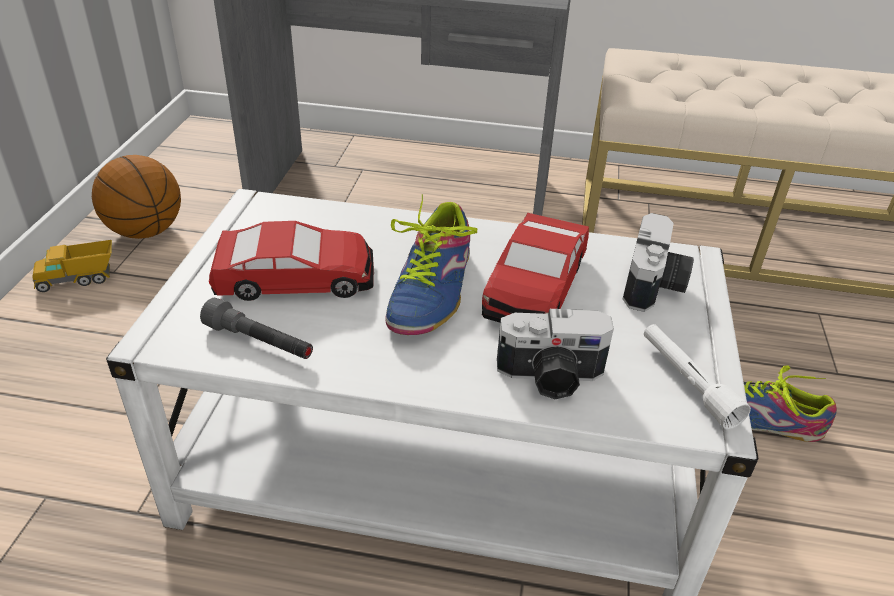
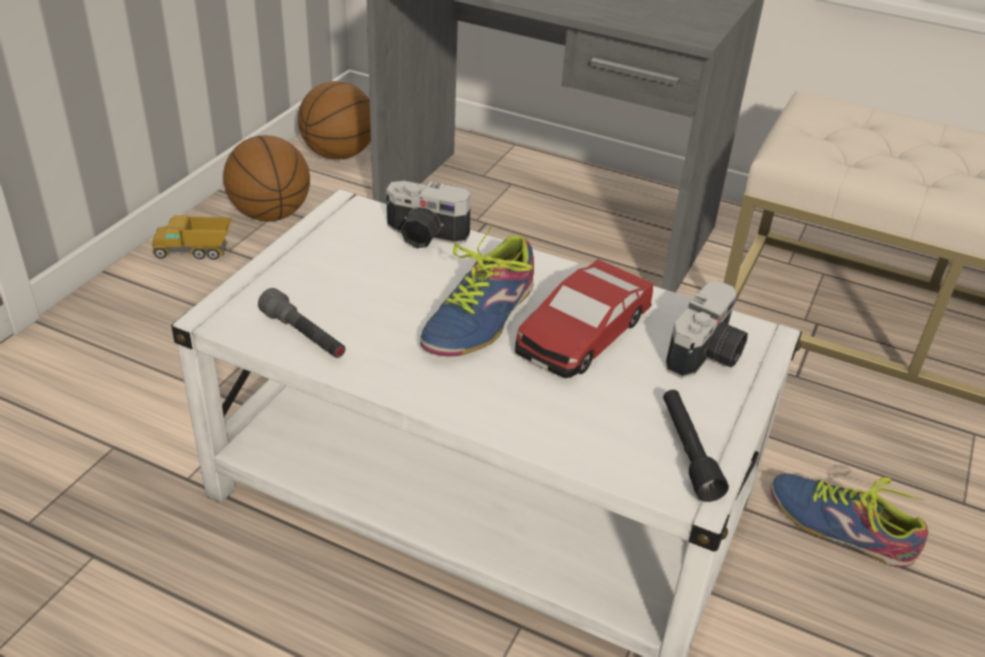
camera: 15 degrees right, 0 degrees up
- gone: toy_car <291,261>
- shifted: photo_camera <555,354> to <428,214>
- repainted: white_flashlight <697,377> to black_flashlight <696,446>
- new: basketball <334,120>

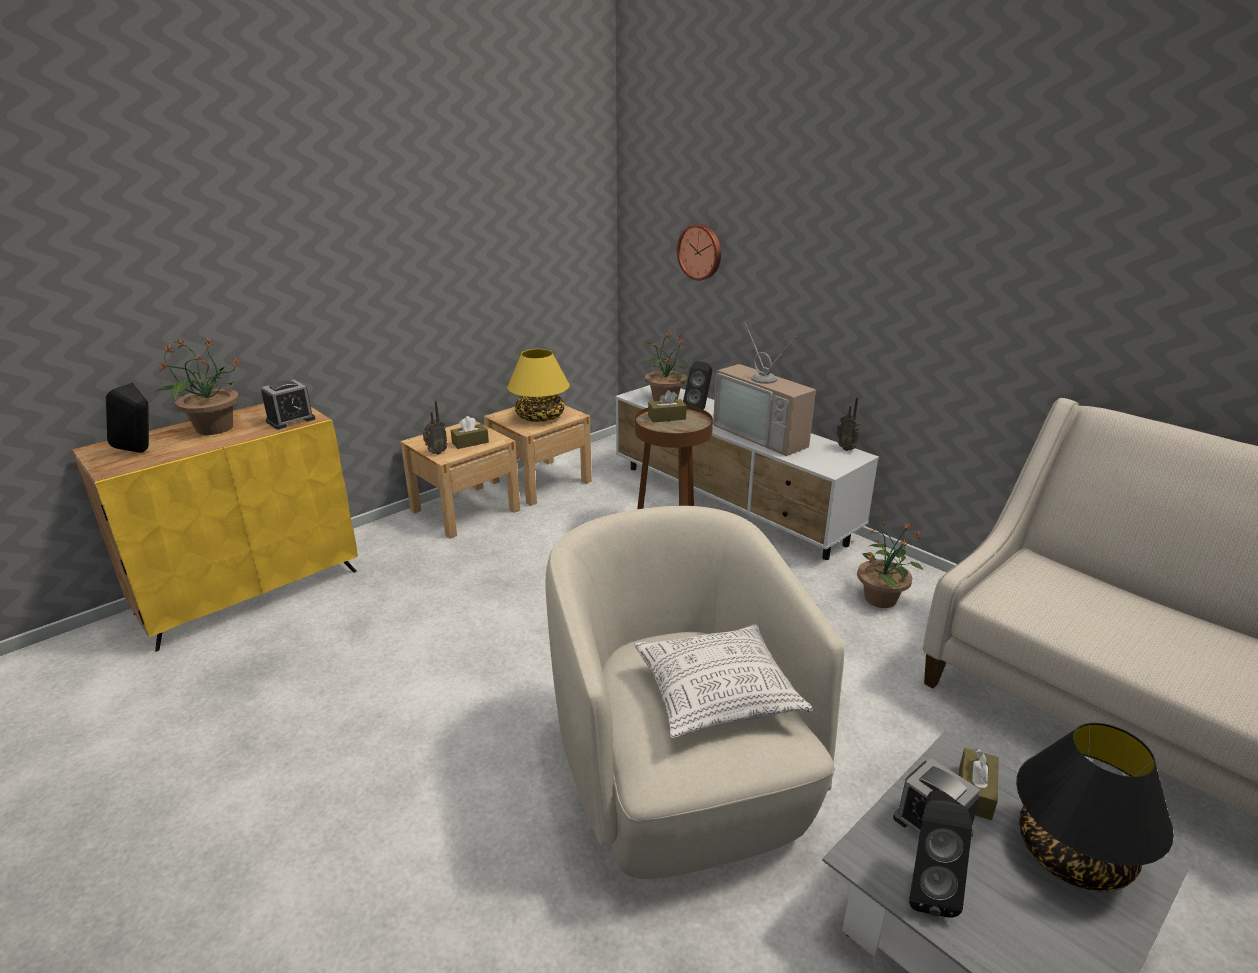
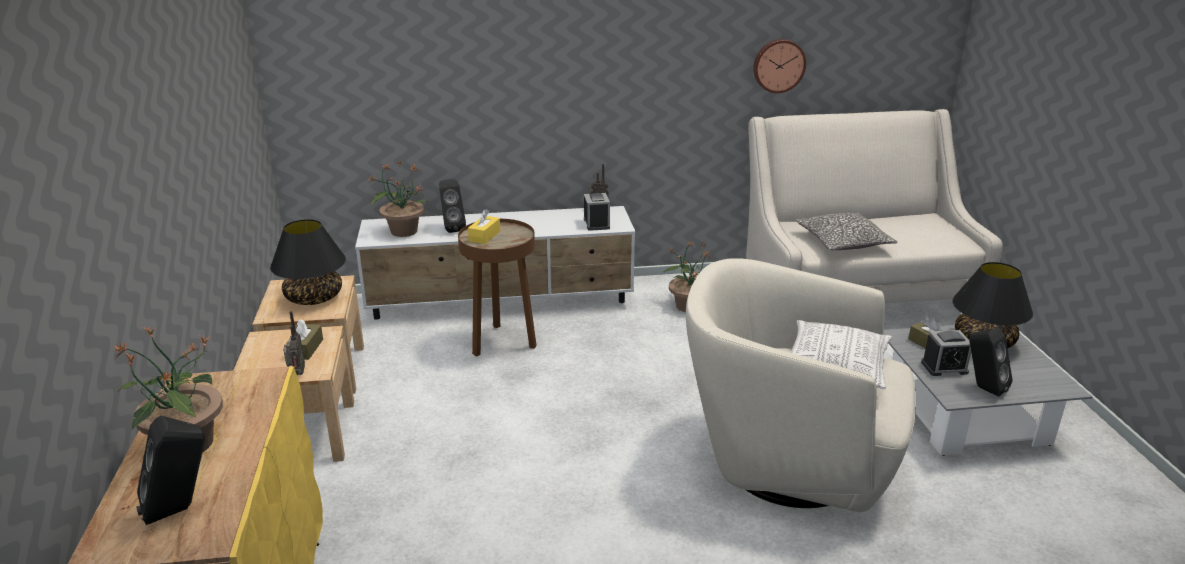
camera: 55 degrees left, 0 degrees up
- shifted: alarm_clock <288,404> to <597,212>
- repainted: yellow_table_lamp <538,385> to black_table_lamp <308,262>
- repainted: brown_tissue_box <667,406> to yellow_tissue_box <484,226>
- shifted: wall_clock <699,252> to <779,66>
- gone: television <764,389>
- new: pillow <846,231>

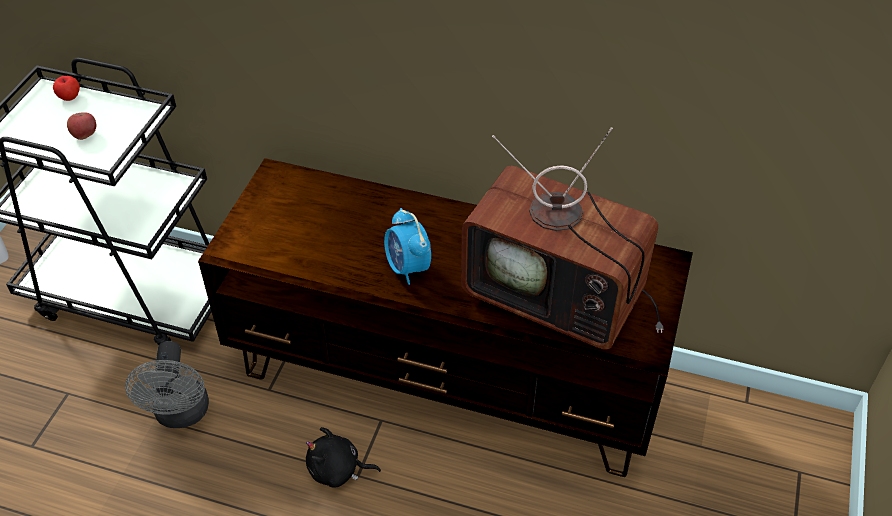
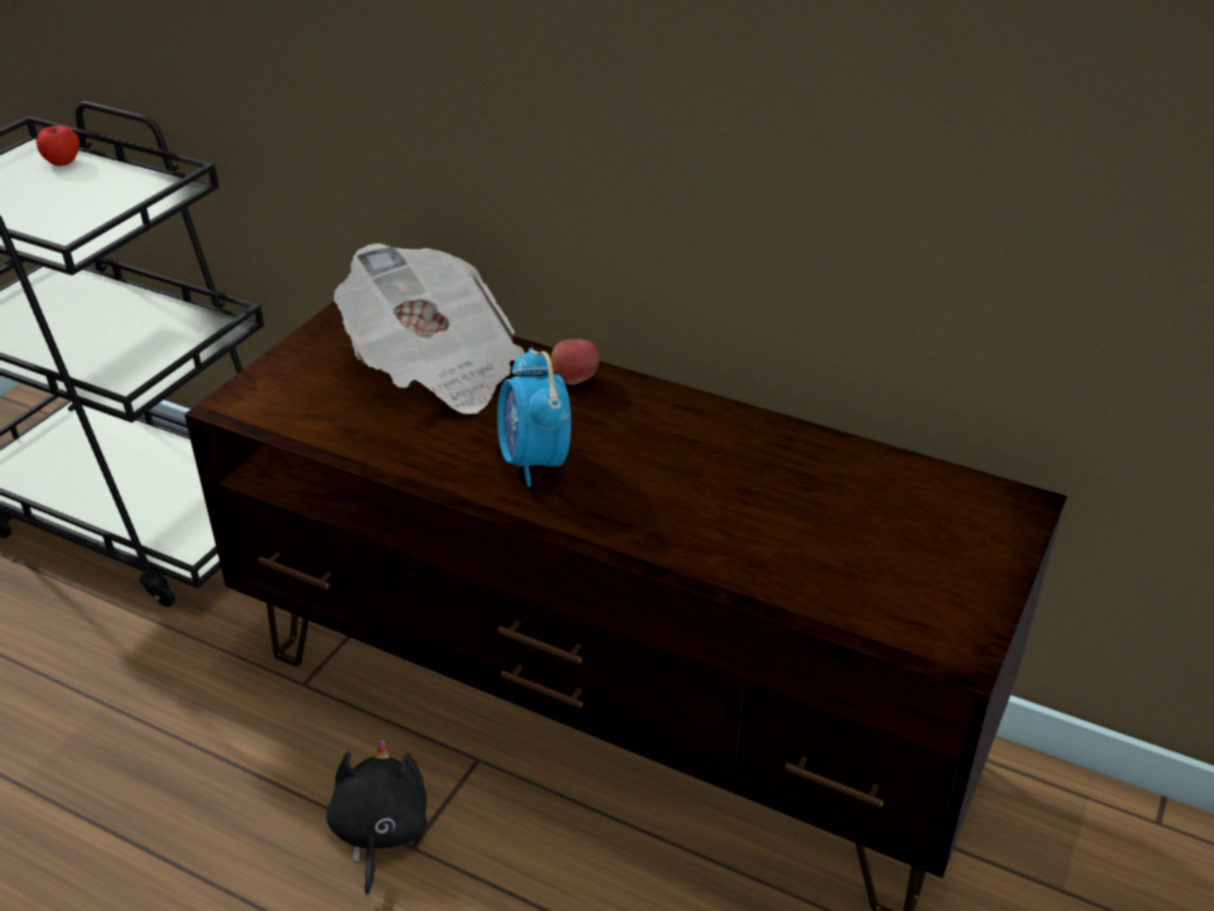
camera: 10 degrees right, 10 degrees down
- shifted: apple <81,126> to <575,362>
- gone: grey_fan <167,384>
- rotated: black_plush_toy <343,457> = <376,818> 75 degrees clockwise
- gone: television <562,238>
- new: newspaper <429,328>

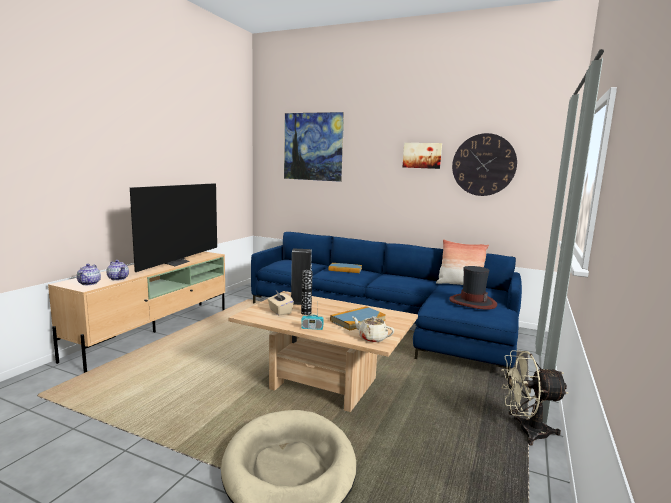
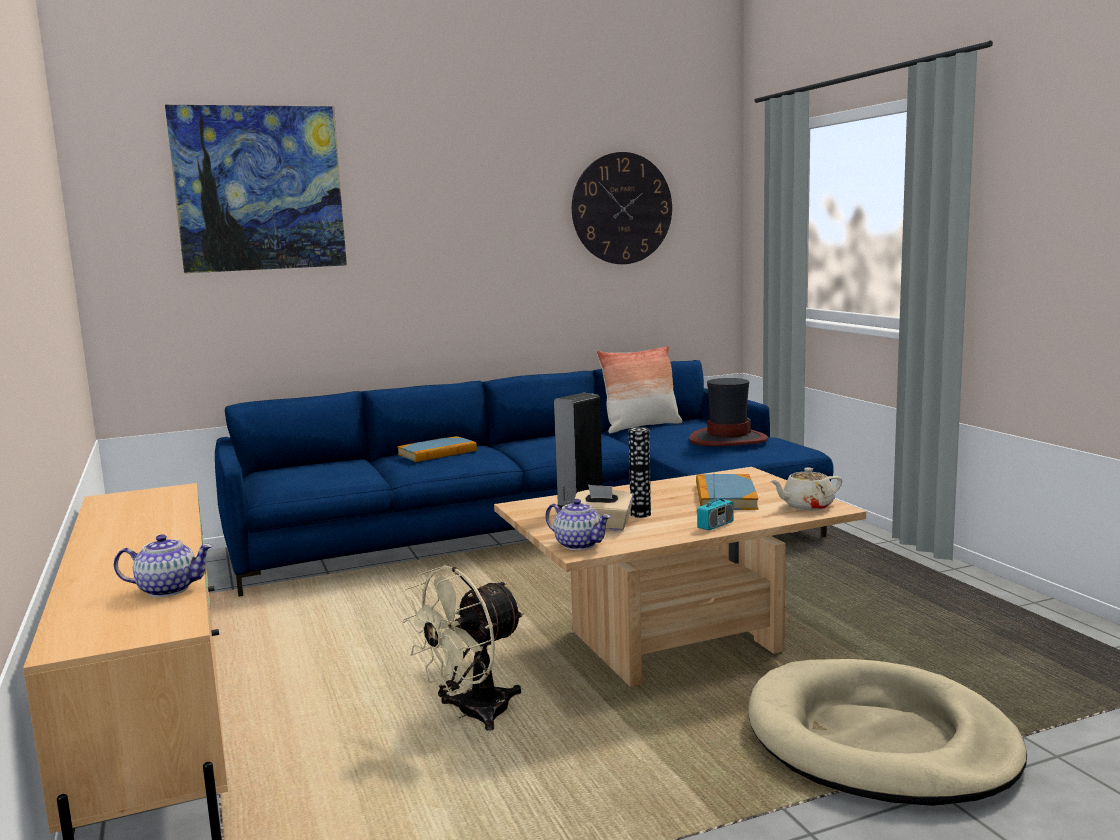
camera: 45 degrees left, 0 degrees up
- shifted: teapot <89,274> to <578,524>
- gone: television <173,227>
- gone: picture <422,156>
- shifted: beige_fan <534,397> to <462,648>

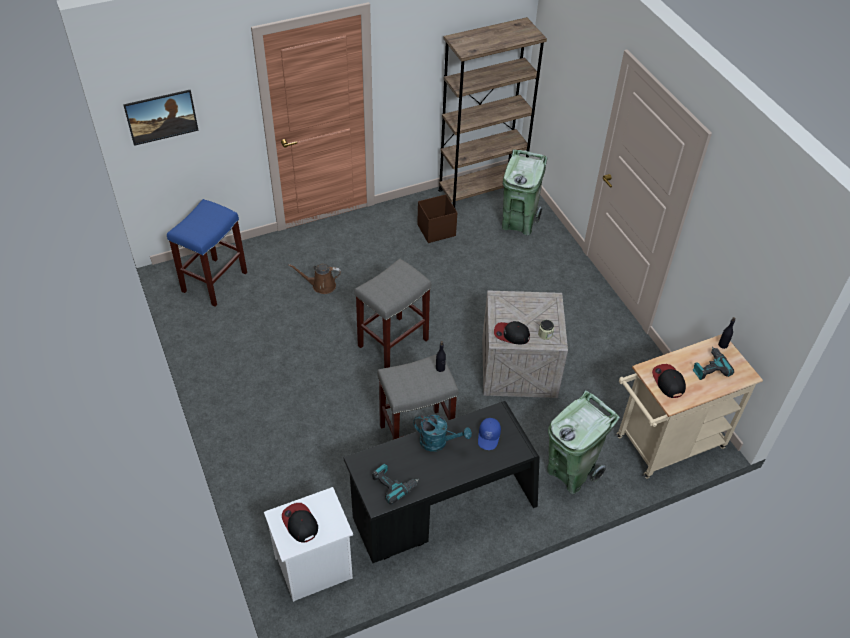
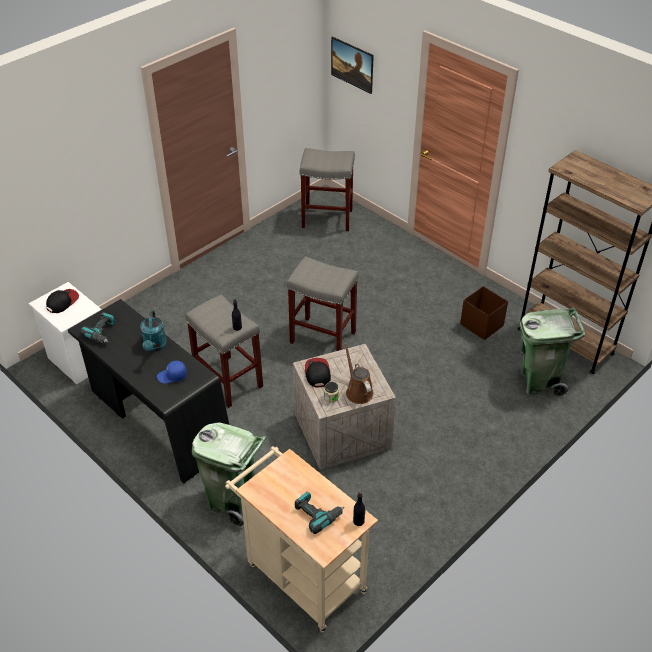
camera: 70 degrees right, 5 degrees down
- repainted: blue_stool <207,253> to grey_stool <327,189>
- shifted: brown_watering_can <314,279> to <358,373>
- gone: cap <669,381>

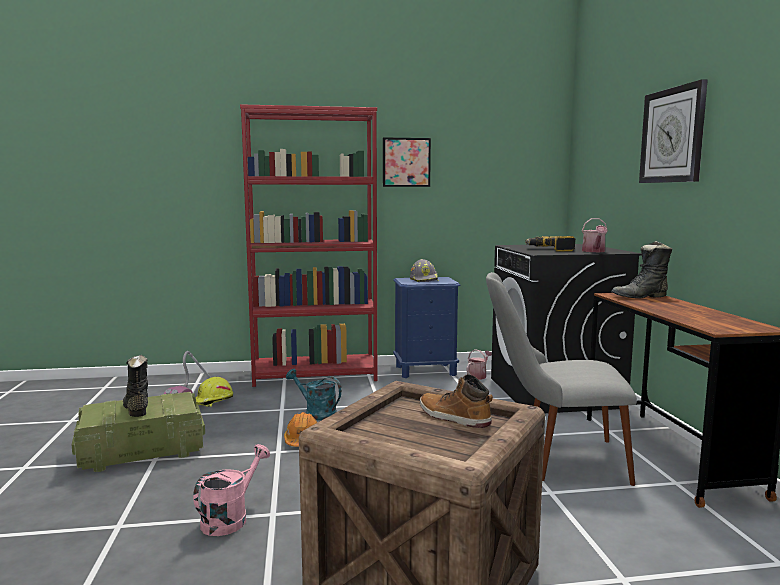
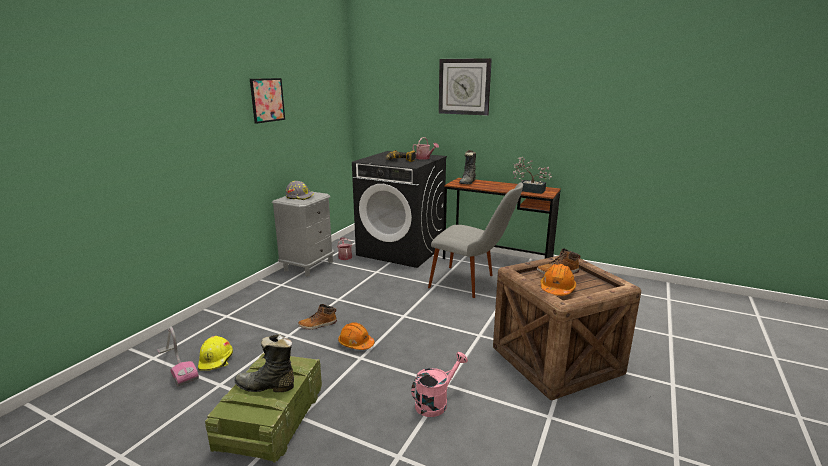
camera: 55 degrees left, 10 degrees up
- rotated: pink_watering_can <231,490> = <439,384> 75 degrees clockwise
- gone: red_bookcase <308,245>
- swapped: turquoise_watering_can <314,395> to boot <317,317>
- repainted: blue_nightstand <426,327> to grey_nightstand <303,234>
- rotated: grey_chair <561,379> = <475,240> 105 degrees counterclockwise
- new: potted_plant <532,175>
- new: orange_hard_hat <558,280>

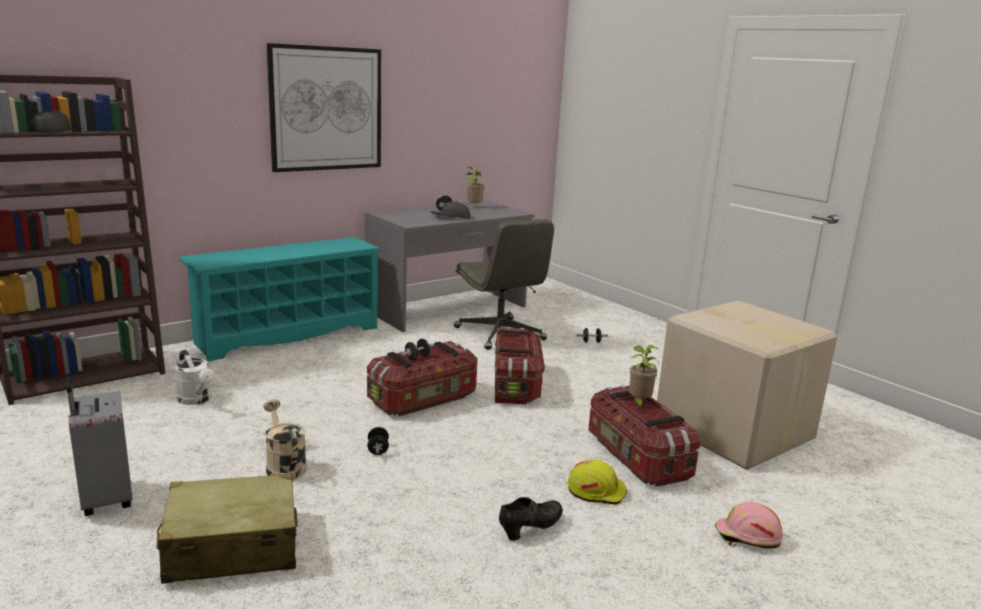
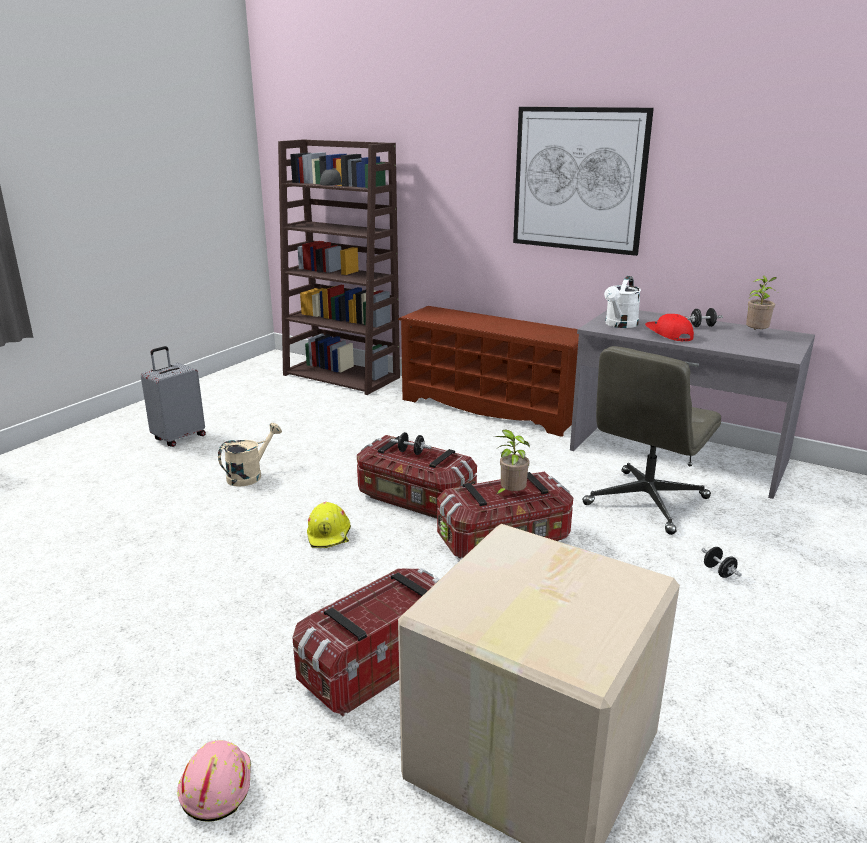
camera: 70 degrees right, 5 degrees up
- gone: beige_suitcase <227,528>
- shifted: white_watering_can <194,377> to <622,302>
- repainted: turquoise_shoe_rack <280,299> to brown_shoe_rack <488,371>
- gone: black_dumbbell <378,441>
- repainted: grey_cap <451,210> to red_cap <669,327>
- gone: black_shoe <531,519>
- shifted: yellow_hard_hat <597,482> to <329,525>
- shifted: potted_plant <644,377> to <512,462>

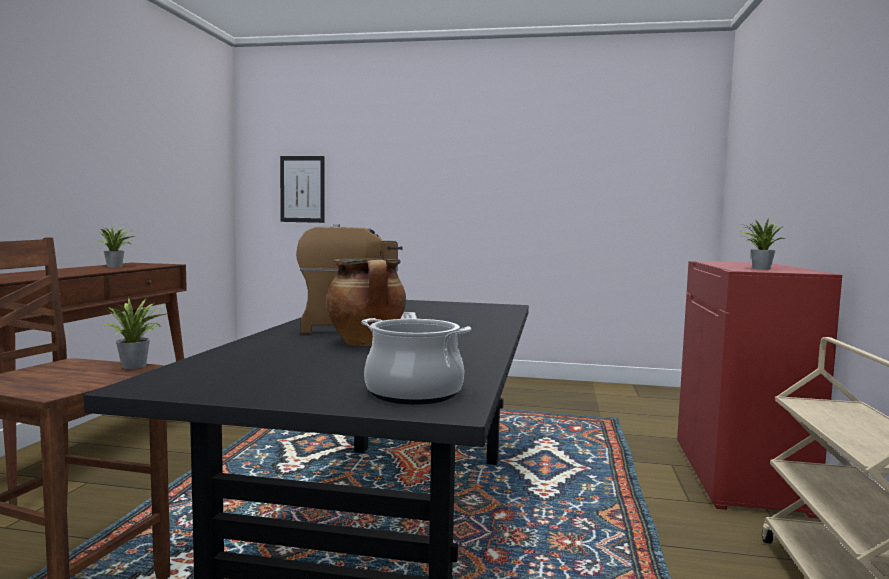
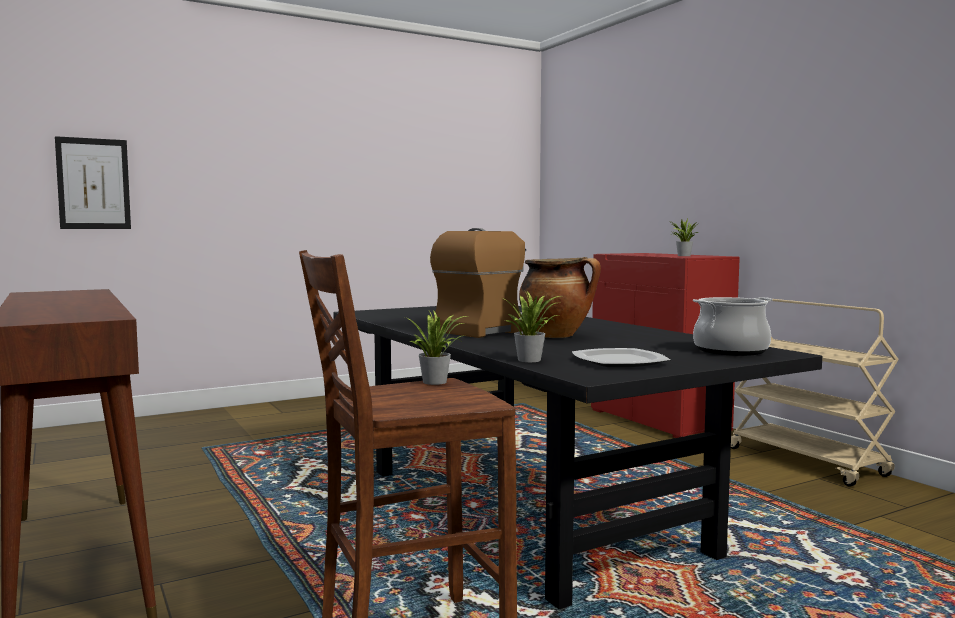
camera: 40 degrees left, 0 degrees up
- shifted: potted_plant <116,246> to <532,326>
- new: plate <621,357>

